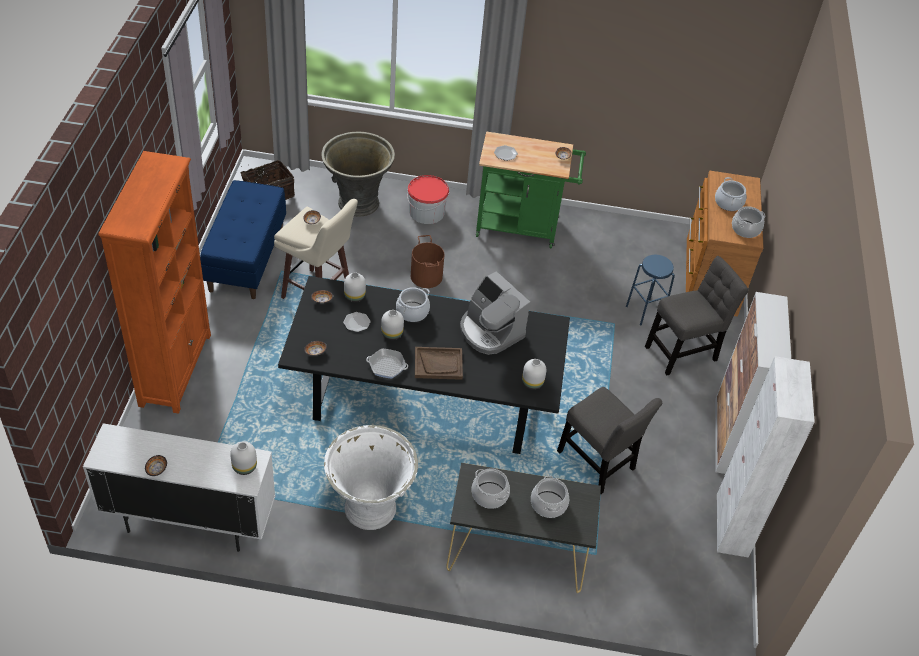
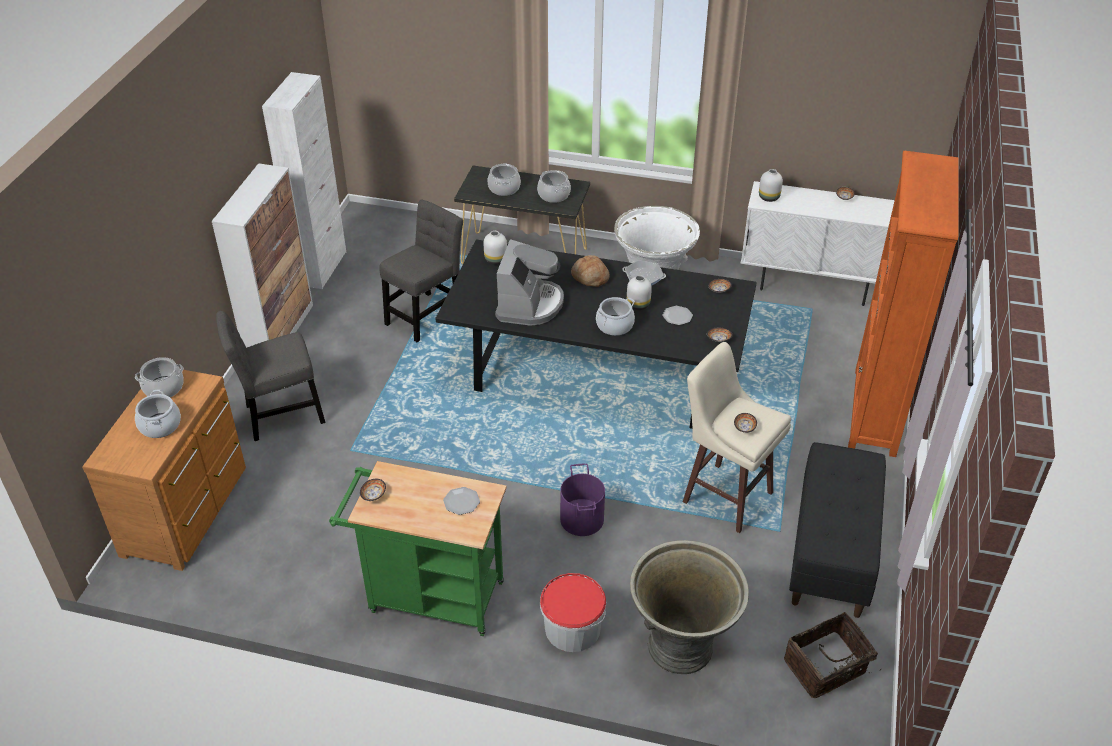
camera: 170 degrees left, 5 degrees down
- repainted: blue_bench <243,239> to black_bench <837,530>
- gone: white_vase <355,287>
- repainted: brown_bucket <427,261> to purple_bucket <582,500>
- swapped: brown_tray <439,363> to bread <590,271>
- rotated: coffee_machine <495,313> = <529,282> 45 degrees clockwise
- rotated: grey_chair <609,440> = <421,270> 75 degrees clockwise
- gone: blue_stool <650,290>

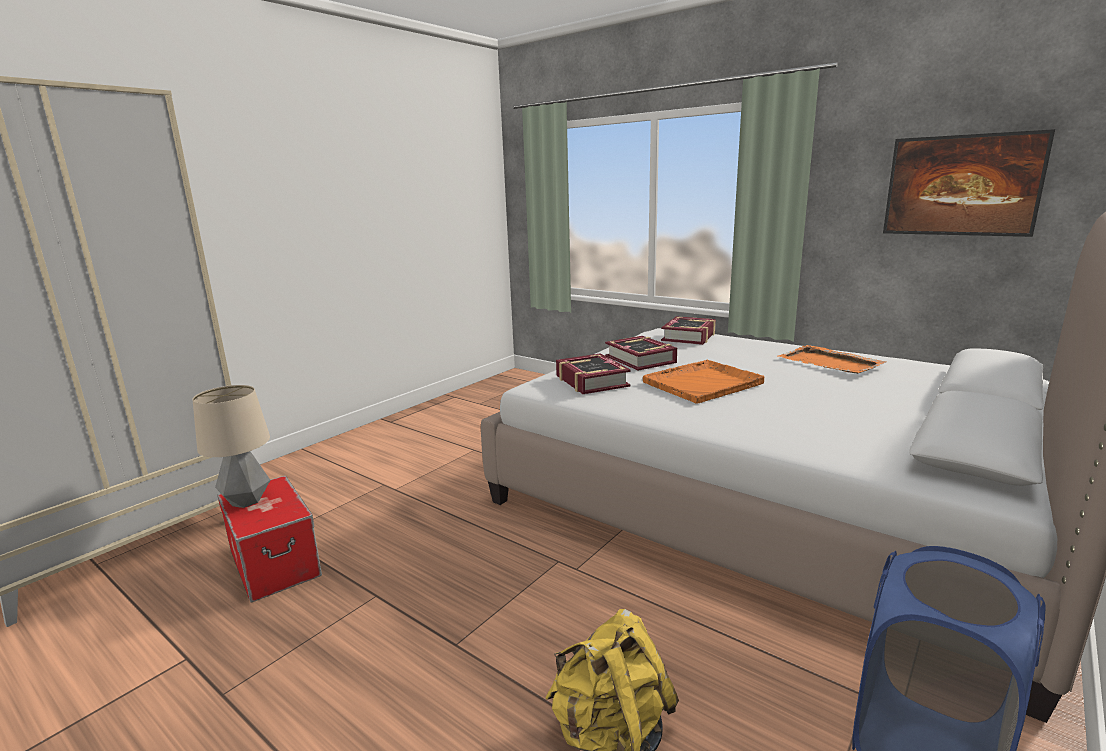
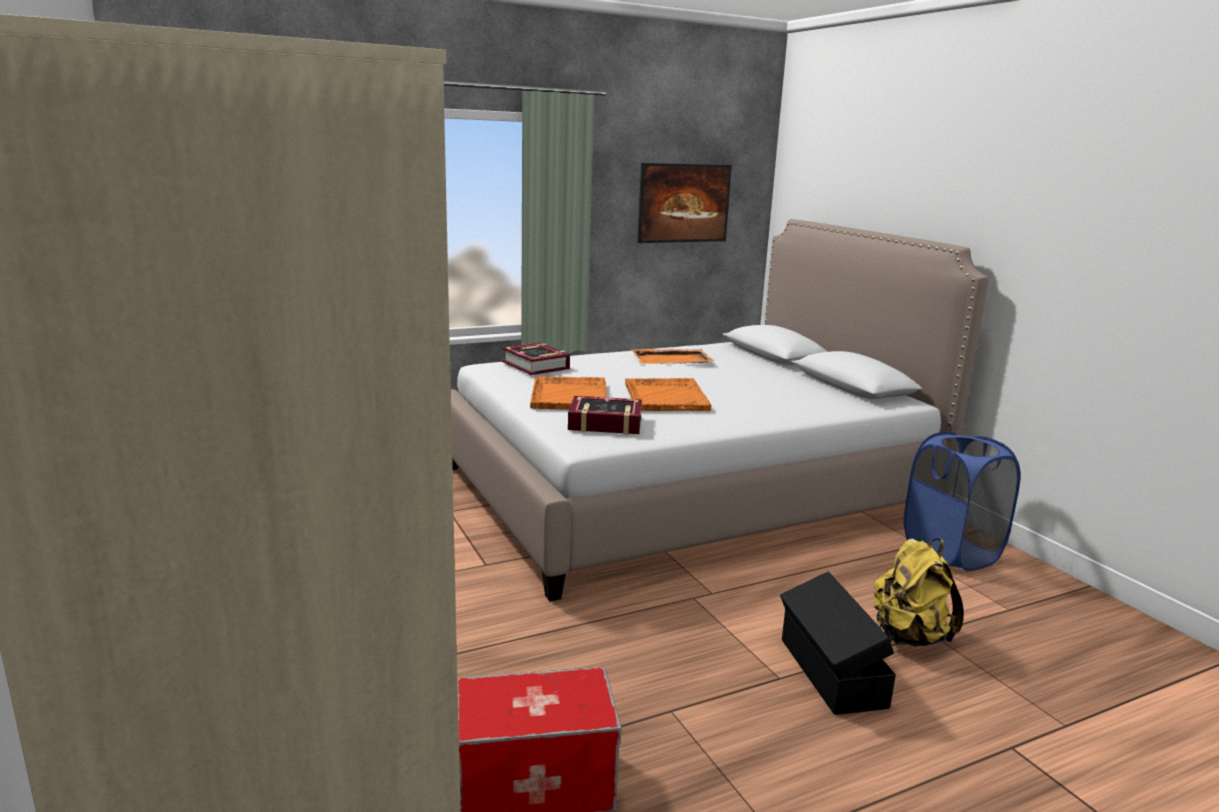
camera: 65 degrees left, 0 degrees up
- gone: table_lamp <231,446>
- swapped: book <641,353> to orange_tray <568,393>
- new: black_storage_box <838,643>

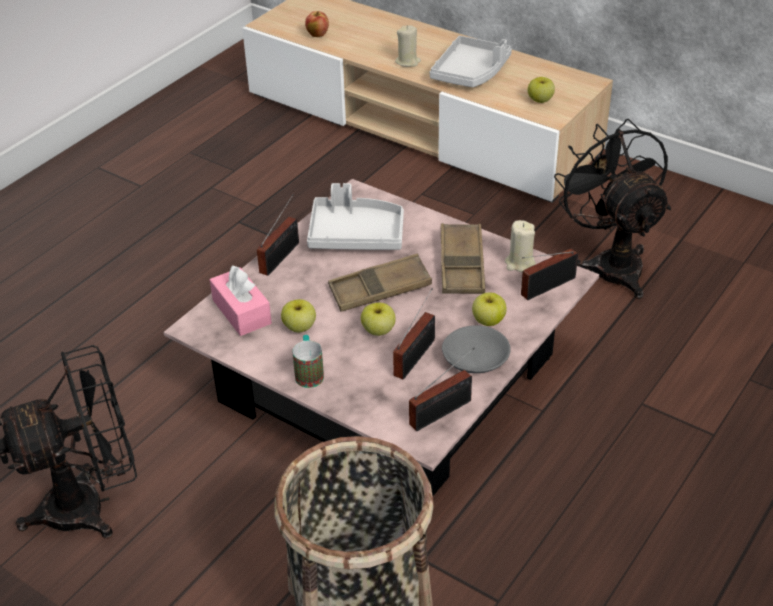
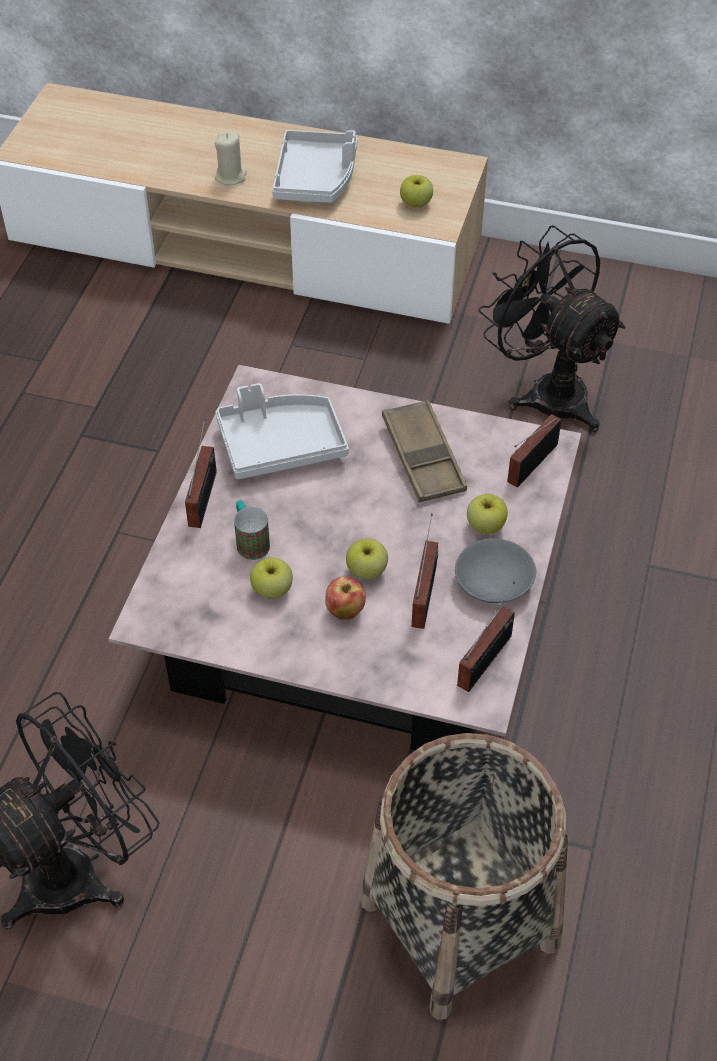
camera: 20 degrees left, 10 degrees up
- gone: pink_tissue_box <241,300>
- shifted: mug <308,361> to <252,530>
- shifted: apple <317,24> to <345,598>
- gone: brown_tray <380,283>
- gone: beige_candle <520,246>

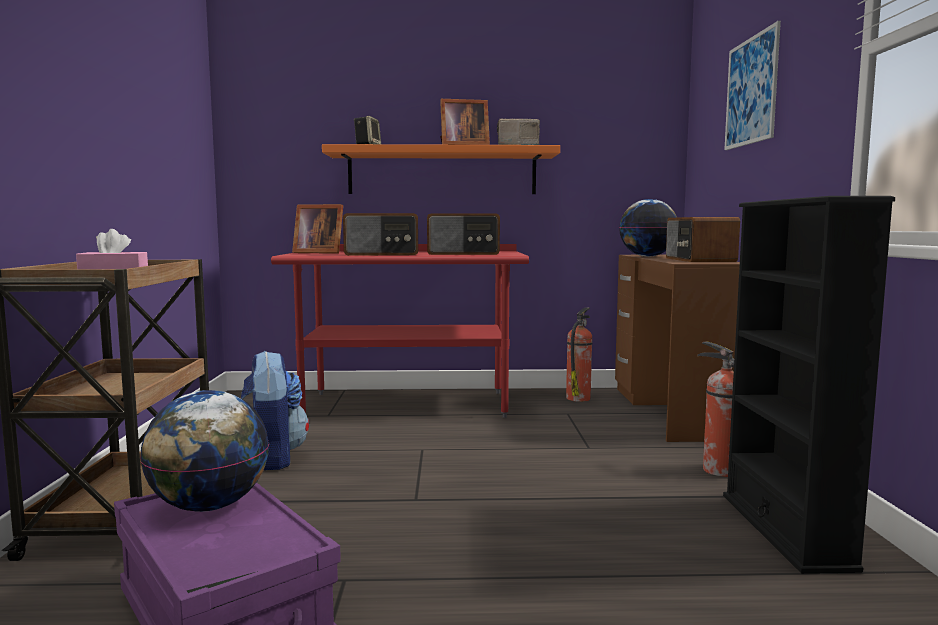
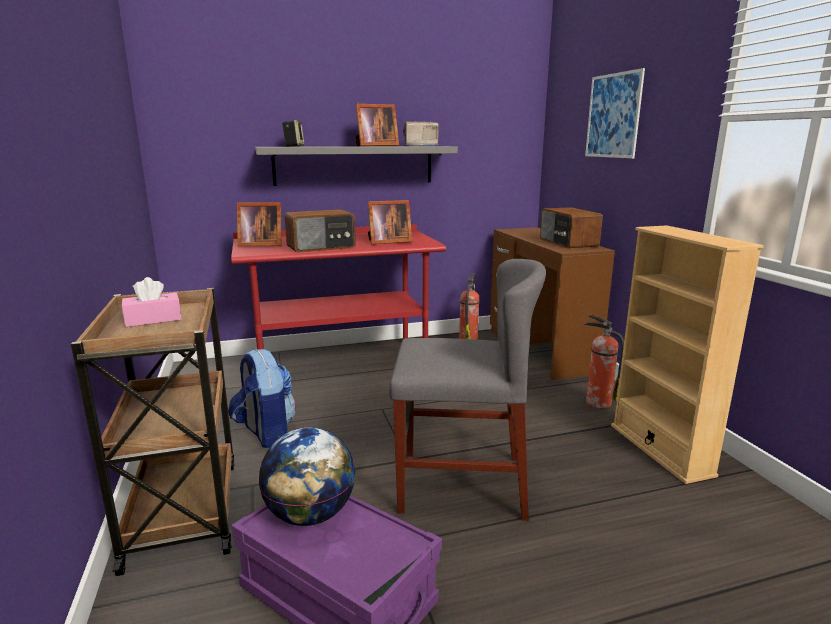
camera: 15 degrees left, 10 degrees up
- repainted: orange_shelf <441,169> to grey_shelf <356,166>
- swapped: radio <463,234> to picture_frame <390,222>
- gone: globe <648,228>
- repainted: black_bookcase <809,385> to beige_bookcase <687,354>
- new: grey_chair <467,390>

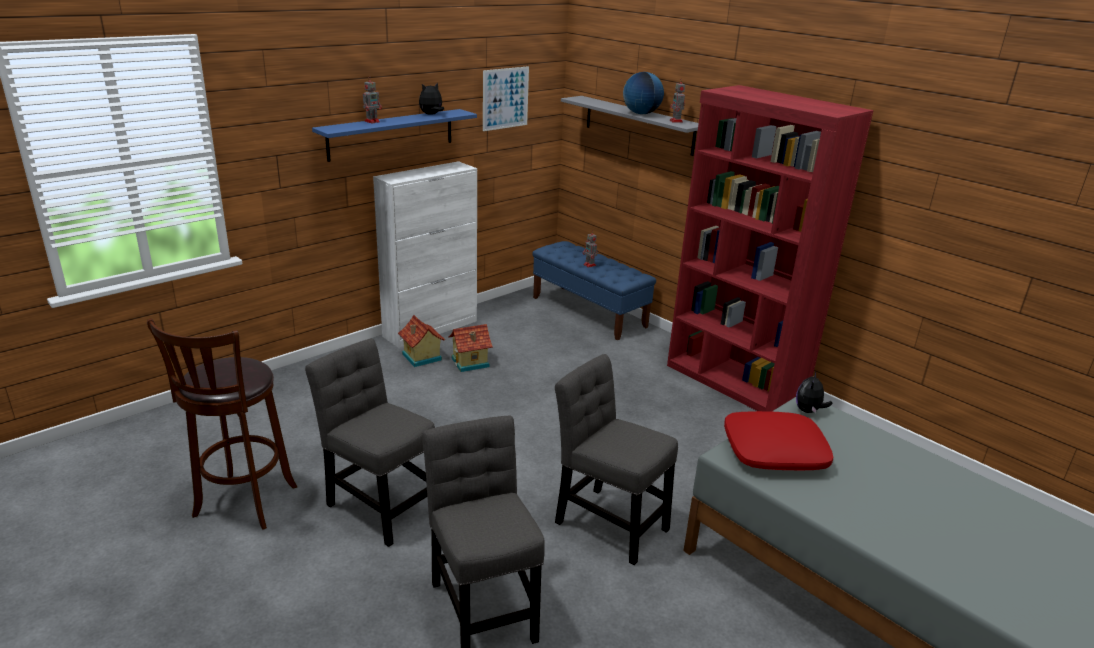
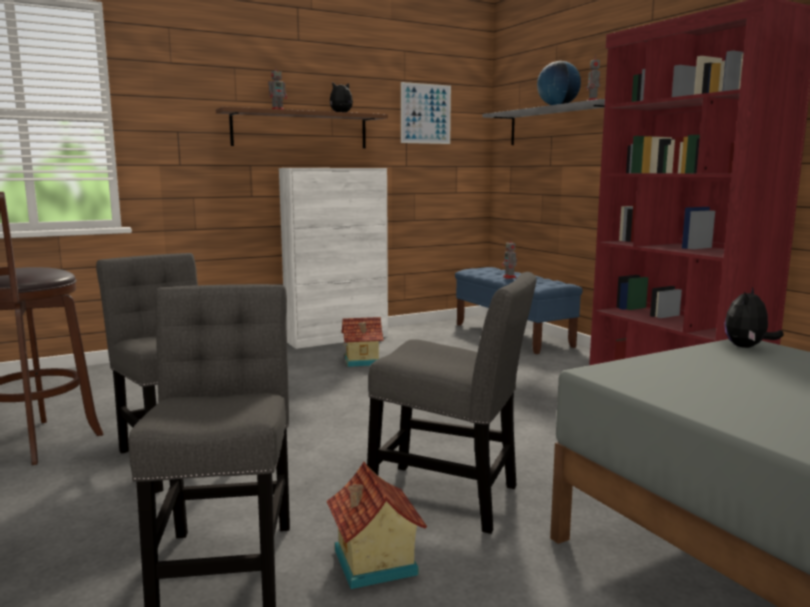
camera: 15 degrees right, 15 degrees down
- repainted: blue_shelf <394,135> to brown_shelf <302,127>
- shifted: toy_house <421,341> to <377,525>
- rotated: grey_chair <616,459> = <452,403> 150 degrees clockwise
- gone: red_pillow <778,440>

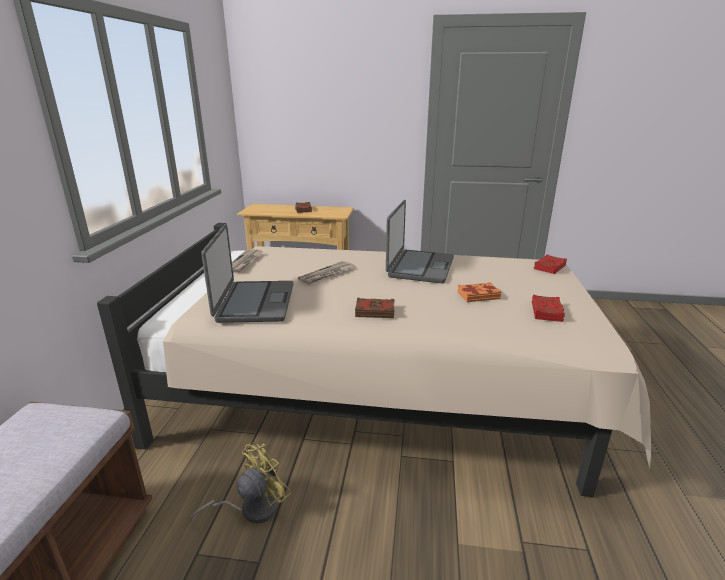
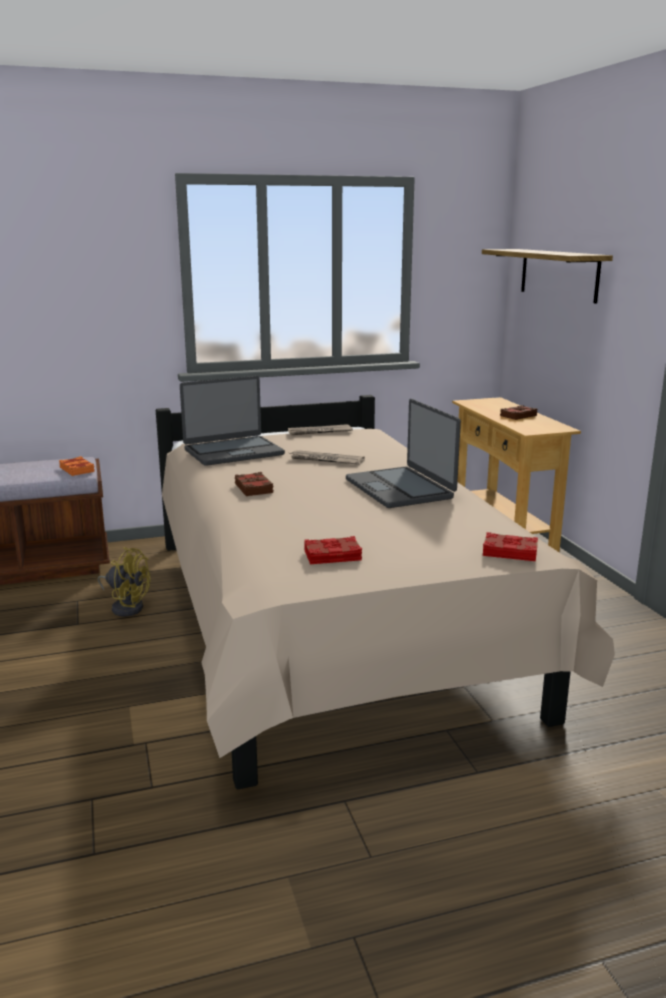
camera: 65 degrees right, 5 degrees down
- rotated: laptop <420,241> = <403,453> 75 degrees clockwise
- shifted: orange_book <479,292> to <77,466>
- new: shelf <547,276>

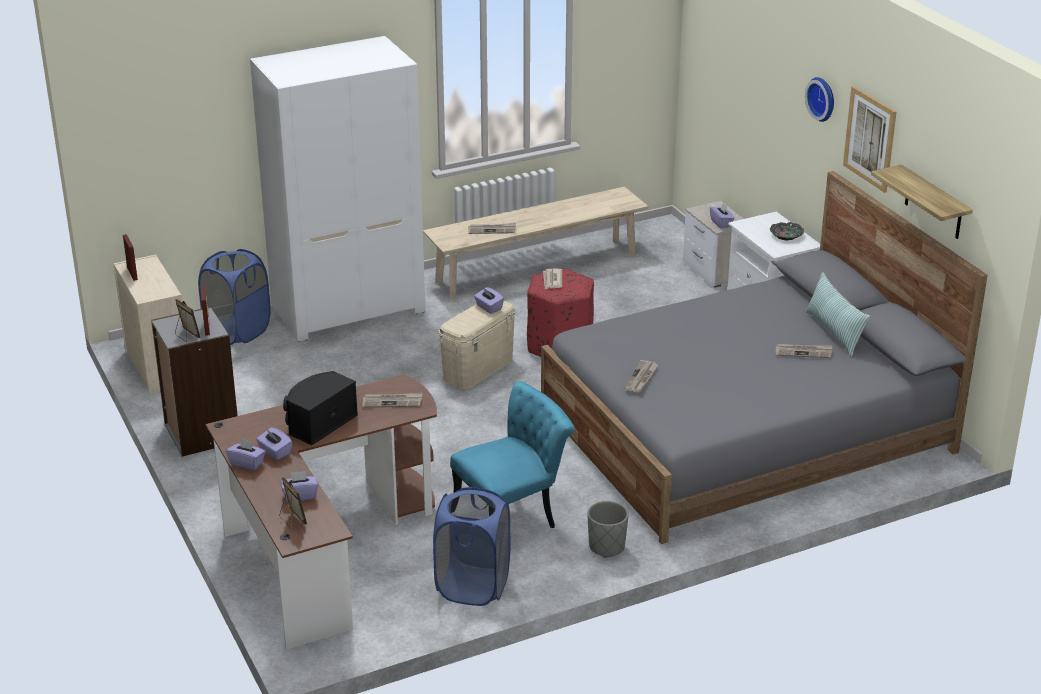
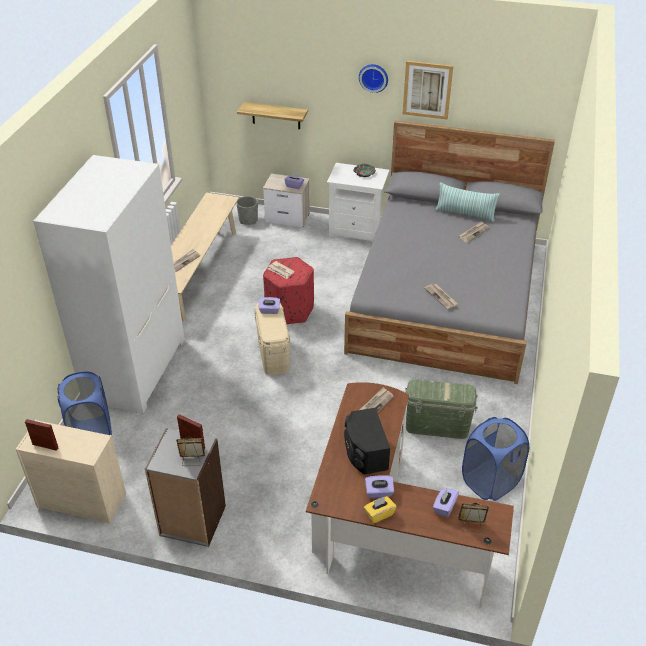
camera: 50 degrees left, 10 degrees up
- repainted: purple_tissue_box <246,454> to yellow_tissue_box <380,509>
- swapped: turquoise_chair <512,454> to green_storage_box <441,409>
- shifted: grey_planter <608,529> to <247,210>
- shifted: shelf <922,201> to <272,115>

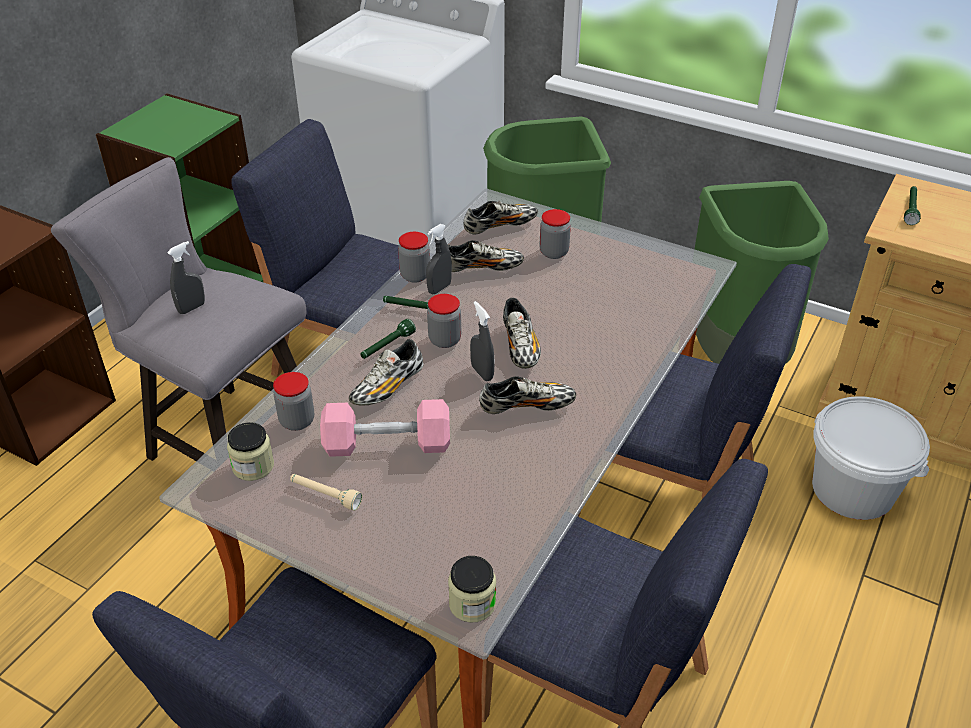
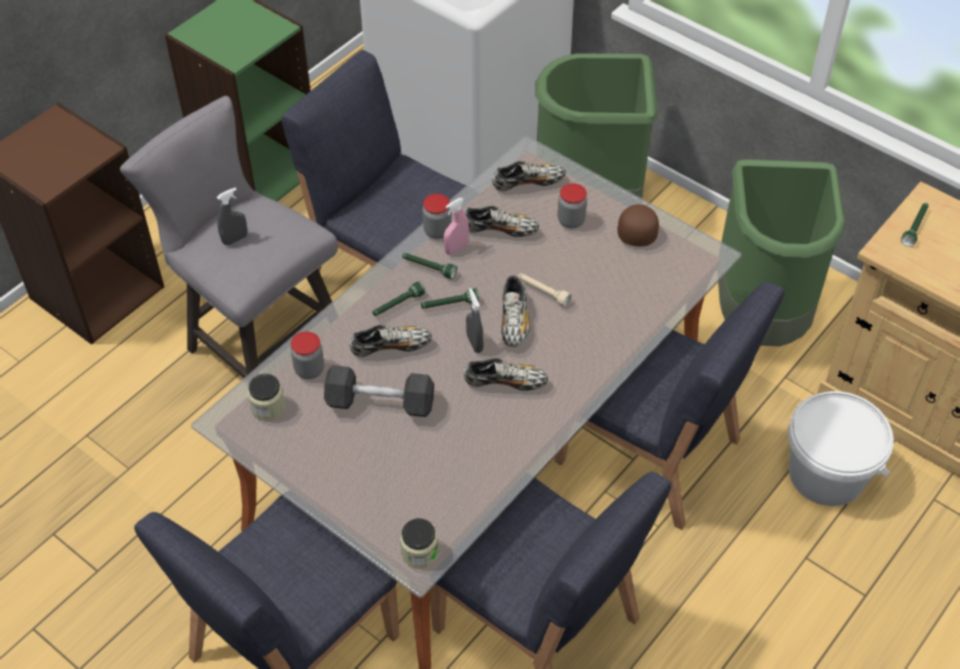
camera: 10 degrees right, 10 degrees up
- shifted: beige_flashlight <326,492> to <544,290>
- repainted: pink_dumbbell <385,428> to black_dumbbell <379,391>
- rotated: shoe <386,372> = <390,341> 150 degrees counterclockwise
- repainted: grey_spray_bottle <439,259> to pink_spray_bottle <456,226>
- swapped: jar <444,321> to green_flashlight <450,298>
- new: brown_cap <638,225>

